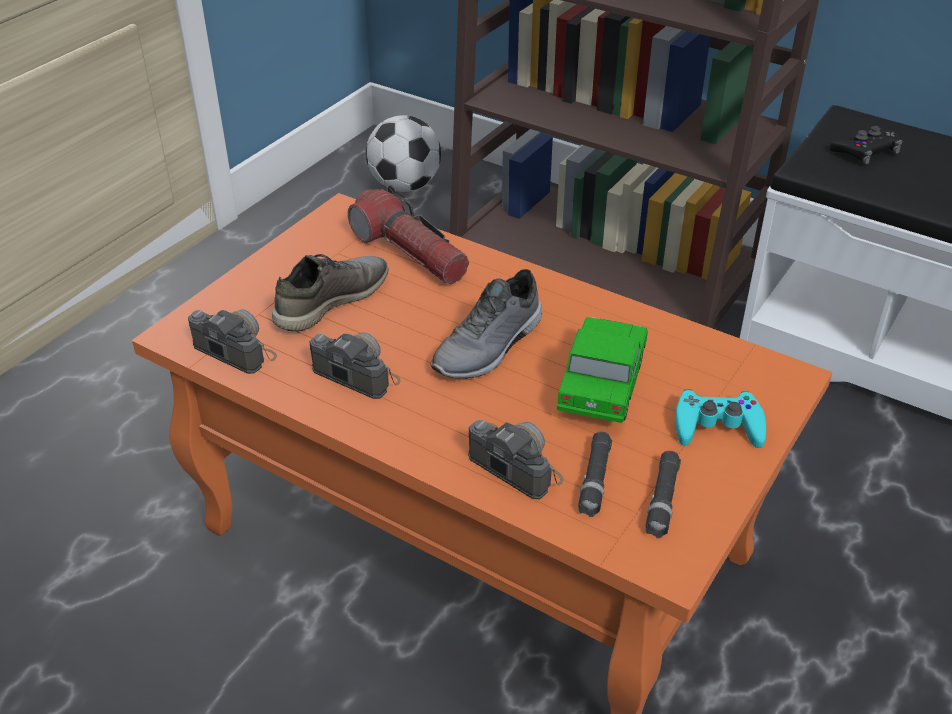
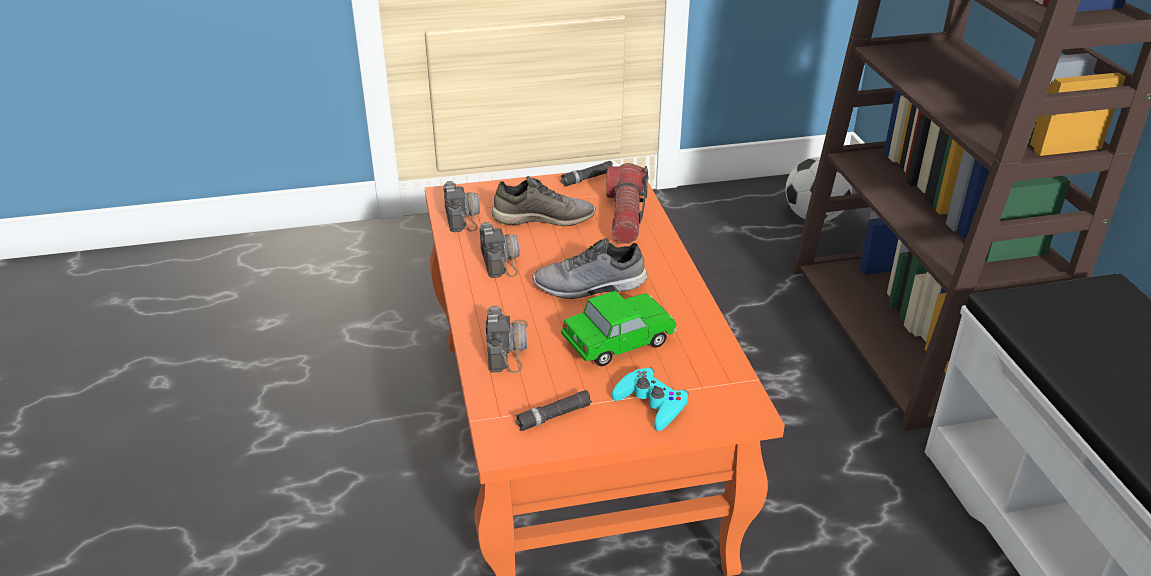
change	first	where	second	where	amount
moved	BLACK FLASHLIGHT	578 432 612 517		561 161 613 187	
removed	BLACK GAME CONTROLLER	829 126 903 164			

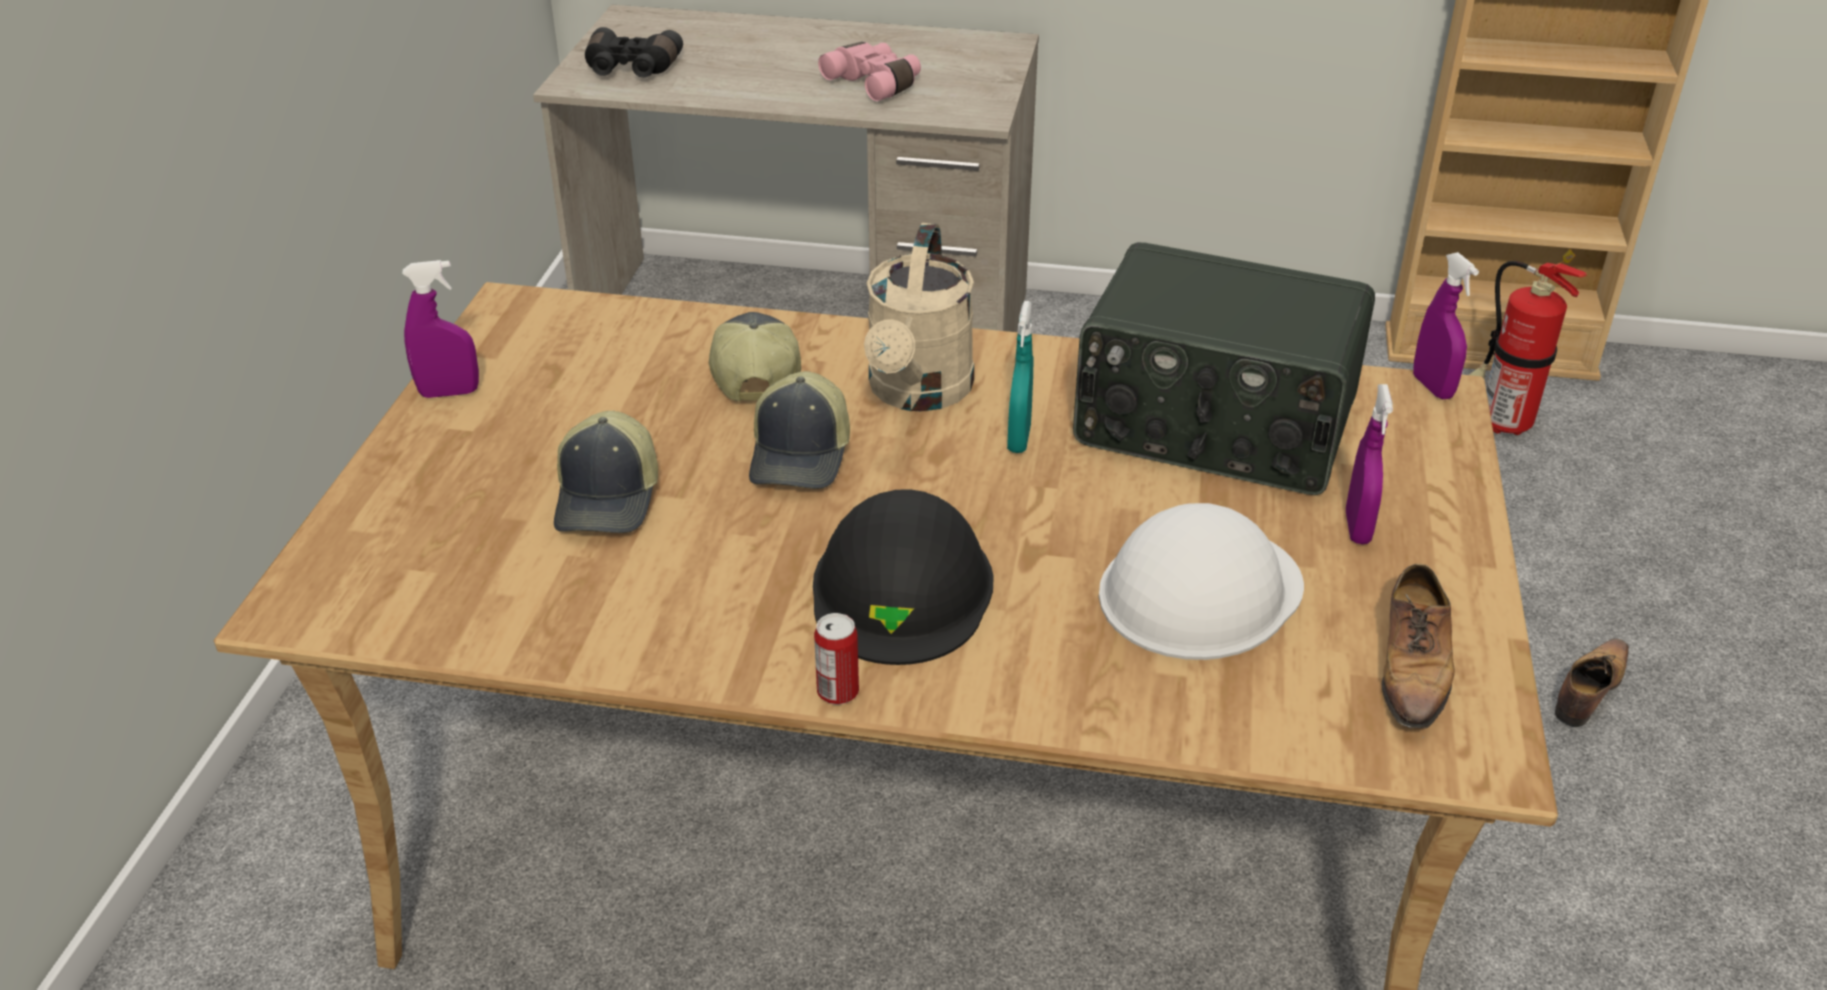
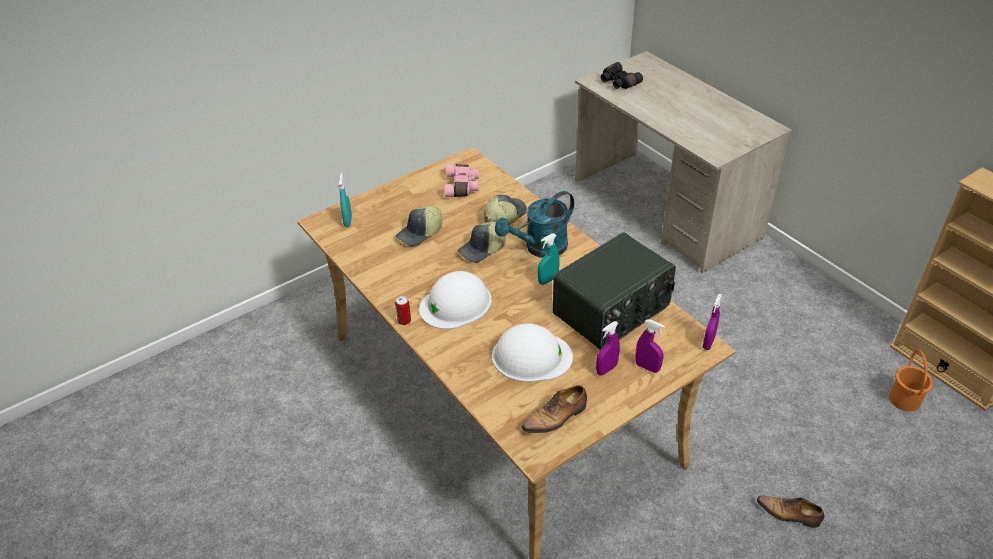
change	first	where	second	where	amount
added			TURQUOISE SPRAY BOTTLE	339 173 352 227	
recoloured	BLACK HARD HAT	813 489 994 665	WHITE HARD HAT	419 271 491 329	
moved	PINK BINOCULARS	818 42 921 101		445 164 479 197	
recoloured	BEIGE WATERING CAN	864 223 974 411	TURQUOISE WATERING CAN	495 191 574 258	
turned	RADIO	1073 242 1375 495		553 233 676 350	105 degrees counterclockwise
moved	PURPLE SPRAY BOTTLE	402 260 479 398		636 319 665 373	
turned	SHOE	1555 639 1629 727		757 496 824 528	150 degrees counterclockwise
replaced	FIRE EXTINGUISHER	1469 249 1587 435	ORANGE BUCKET	889 349 933 411	

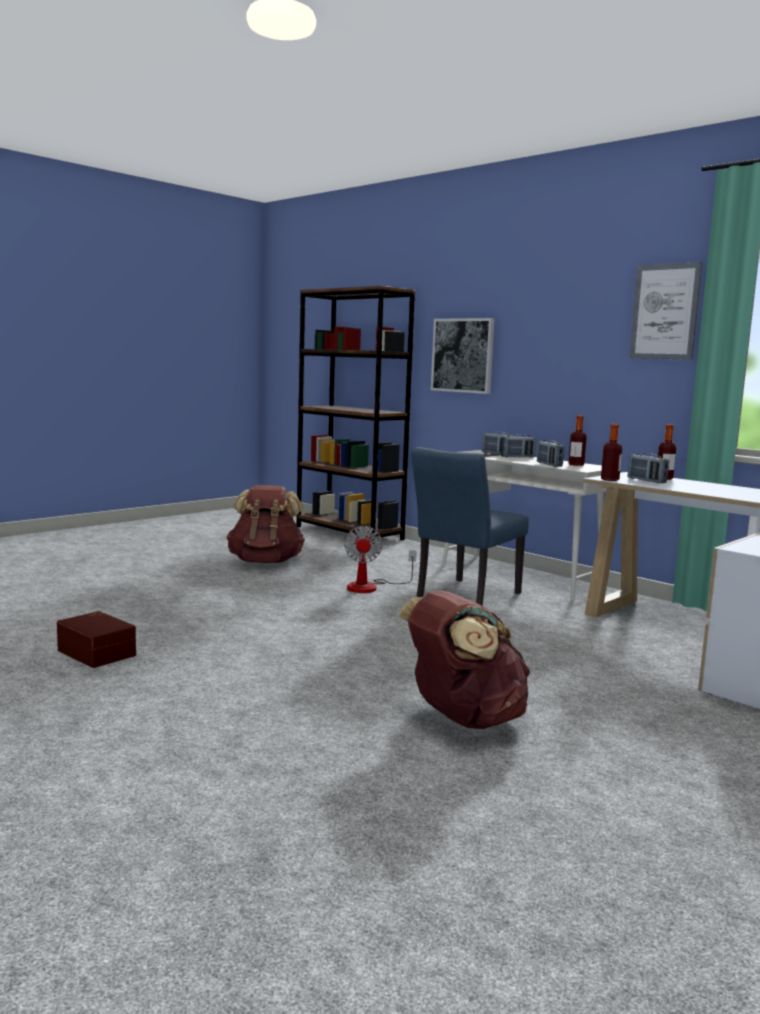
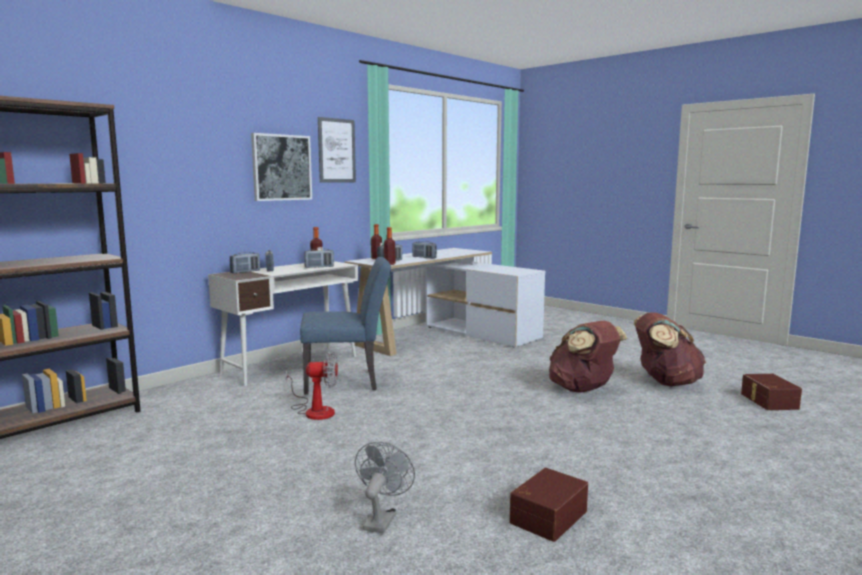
change	first	where	second	where	amount
moved	PICTURE	431 318 495 394		251 133 312 201	
turned	BLUE CHAIR	411 447 529 606		300 257 391 395	45 degrees counterclockwise
added			GREY FAN	355 442 415 534	
added			RADIO	412 241 437 259	
moved	BROWN BACKPACK	227 485 305 563		633 312 706 387	
added			BROWN STORAGE BOX	741 374 802 410	

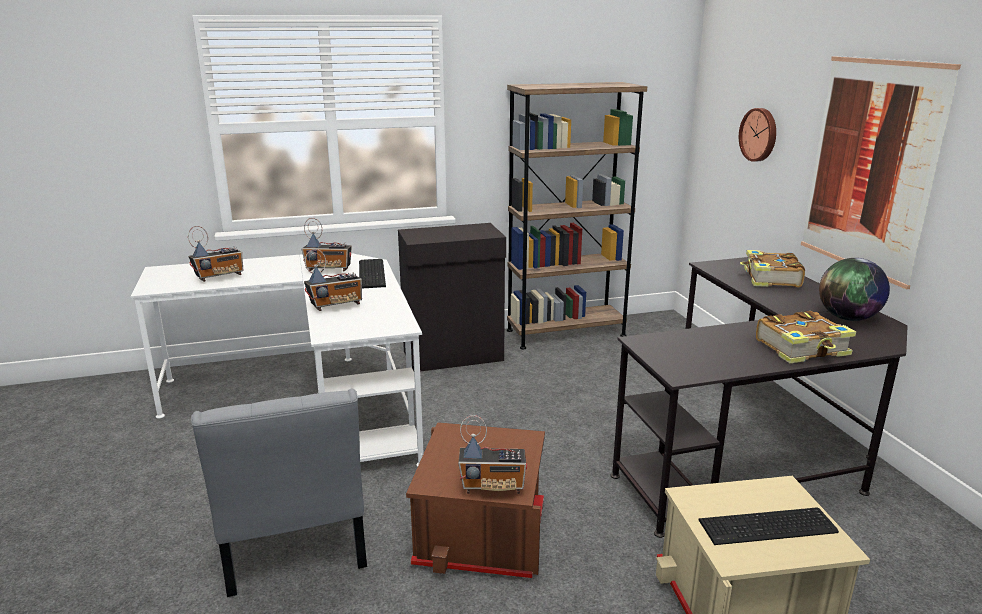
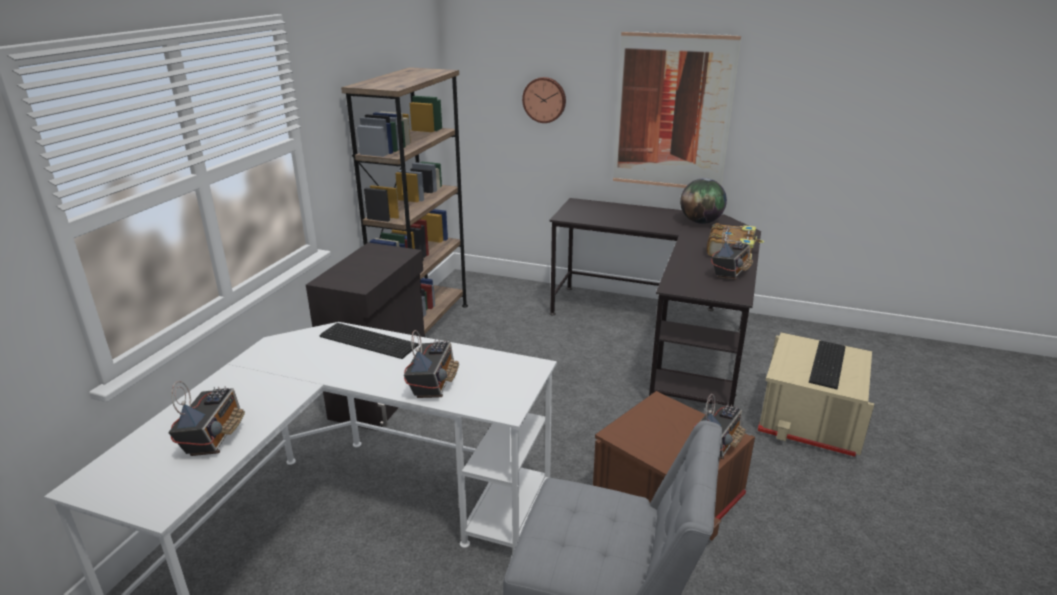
change	first	where	second	where	amount
moved	RADIO	302 218 352 271		711 226 753 280	
removed	BOOK	740 250 805 287			

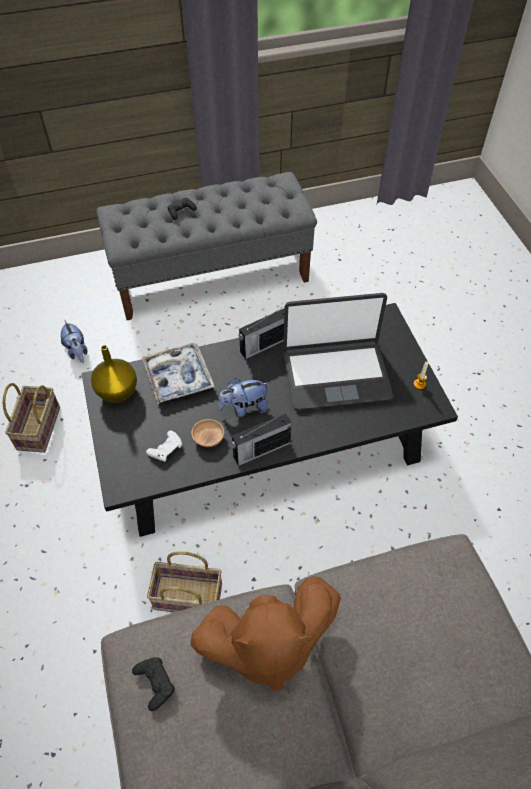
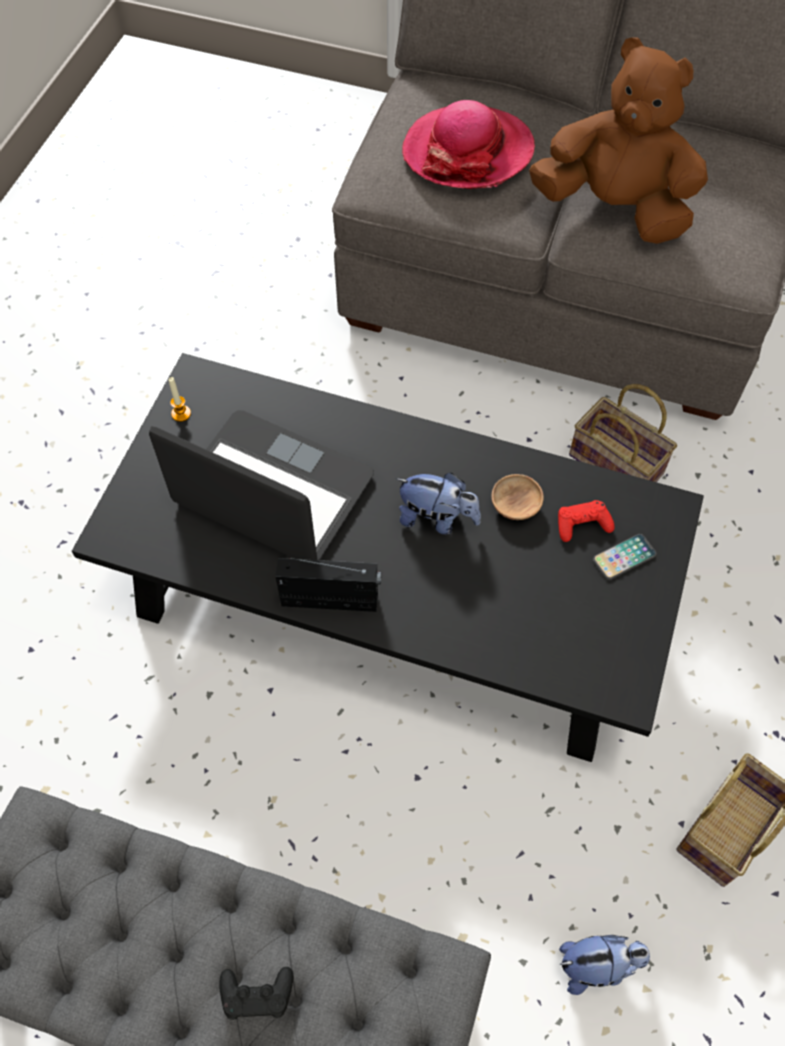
change	first	where	second	where	amount
added			HAT	402 100 535 189	
recoloured	WHITE GAME CONTROLLER	146 430 182 462	RED GAME CONTROLLER	558 500 615 542	
turned	PLUSH TOY	61 320 88 363		559 935 650 995	75 degrees clockwise
added			PHONE	593 534 657 580	
removed	YELLOW VASE	91 345 137 403			
removed	BLACK GAME CONTROLLER	132 657 175 711			
removed	TRAY	142 343 215 404			
removed	RADIO	231 413 292 466			

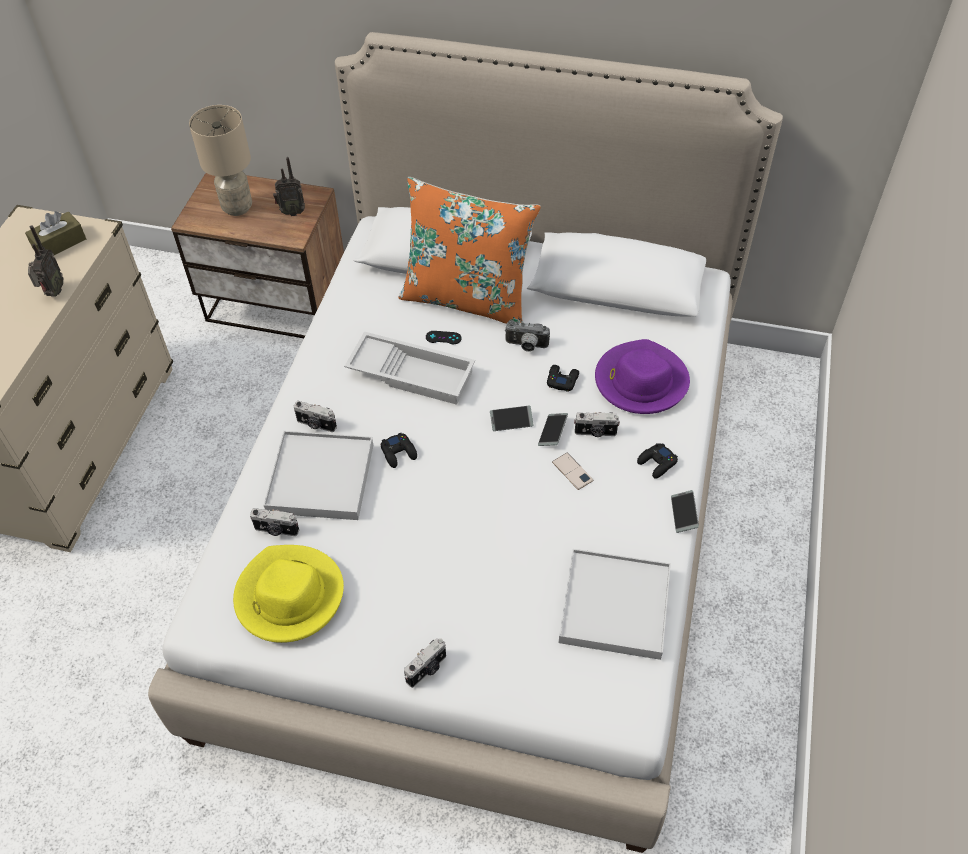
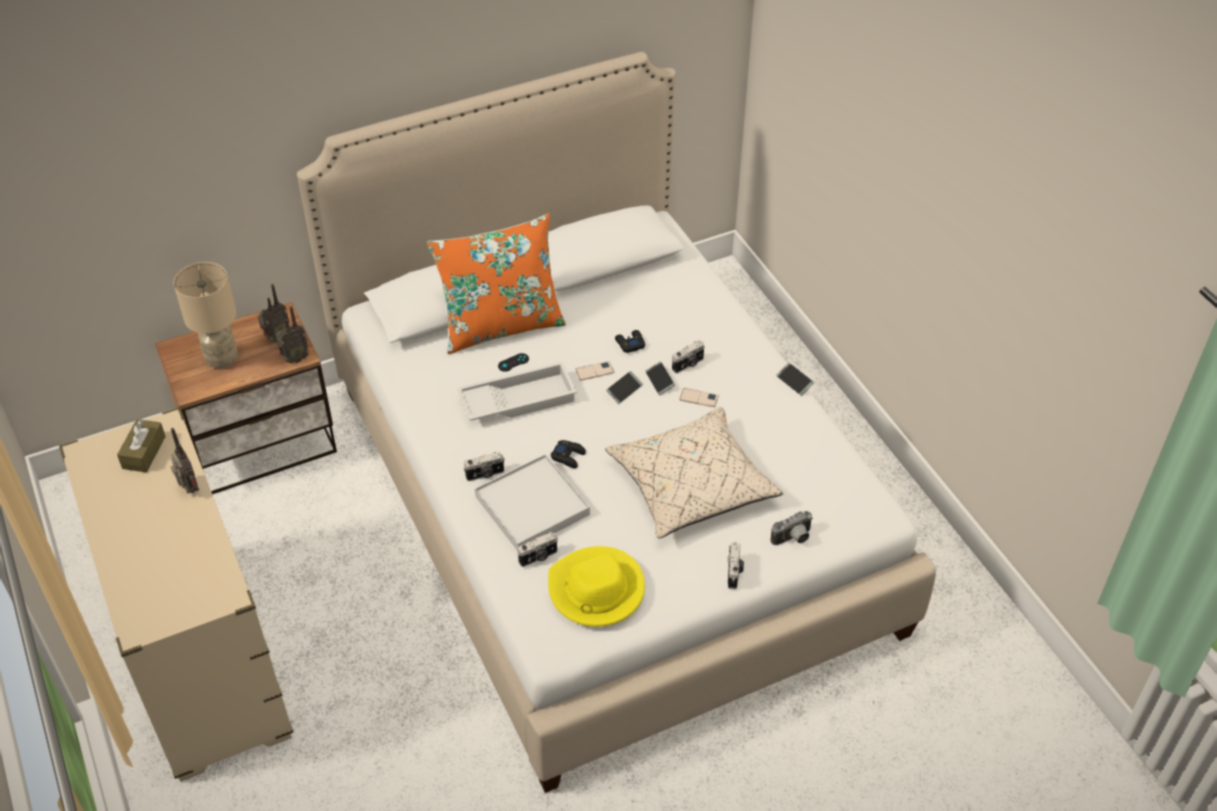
change	first	where	second	where	amount
added			RADIO	276 306 309 363	
added			PHONE	575 361 614 381	
added			BEIGE PILLOW	605 407 784 539	
moved	PHOTO CAMERA	505 320 550 352		771 511 813 545	
removed	WHITE TRAY	559 549 671 660			
removed	PURPLE HAT	595 339 690 414			
removed	BLACK GAME CONTROLLER	637 443 678 479			

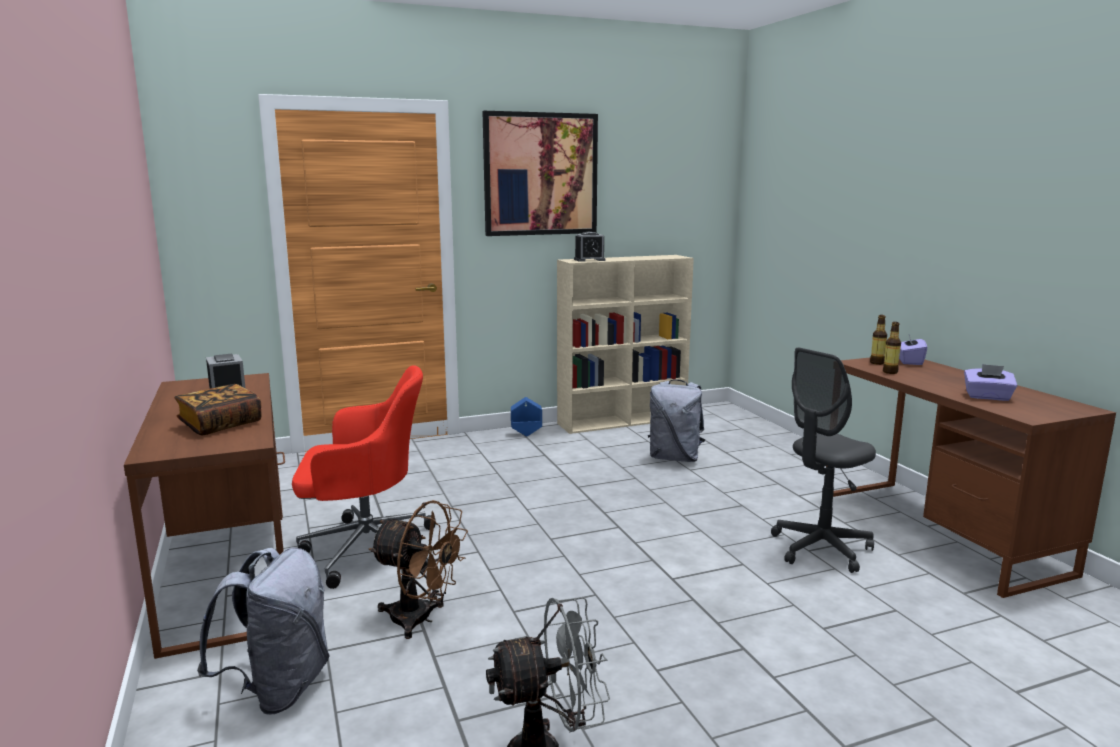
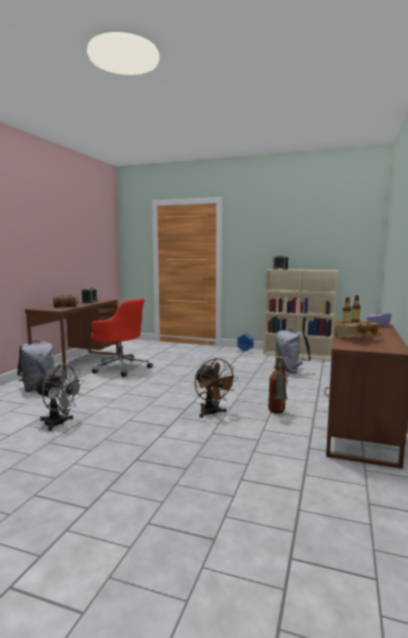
change	first	where	second	where	amount
moved	BROWN FAN	369 500 468 639		195 358 238 418	
replaced	GREY OFFICE CHAIR	771 348 876 573	FIRE EXTINGUISHER	268 356 288 414	
replaced	PURPLE TISSUE BOX	964 364 1017 401	BOOK	335 321 381 338	
removed	PICTURE	482 111 598 236			

